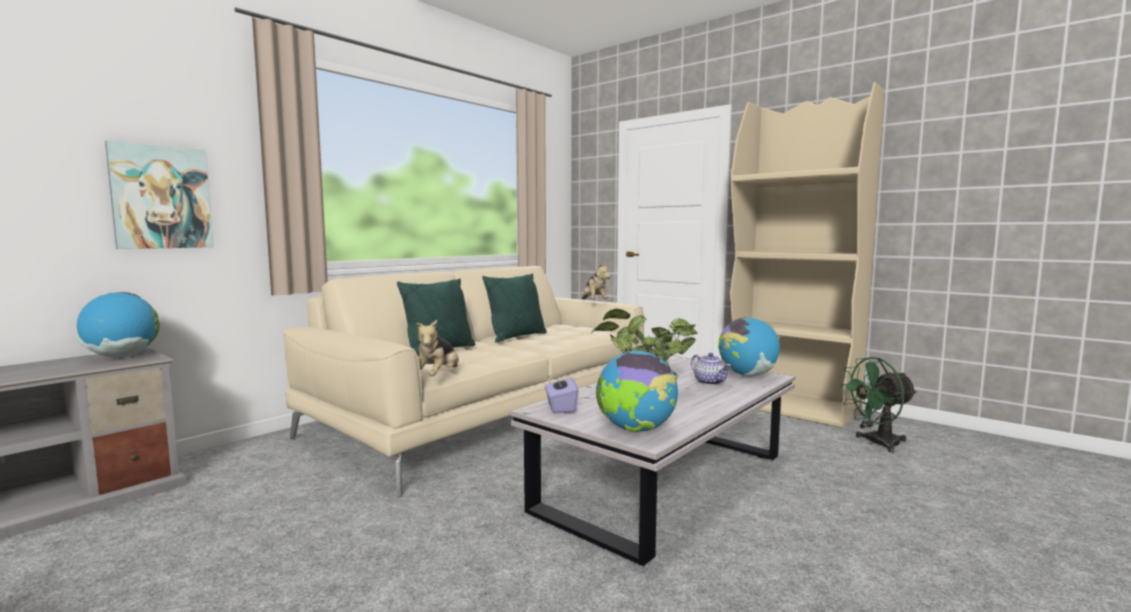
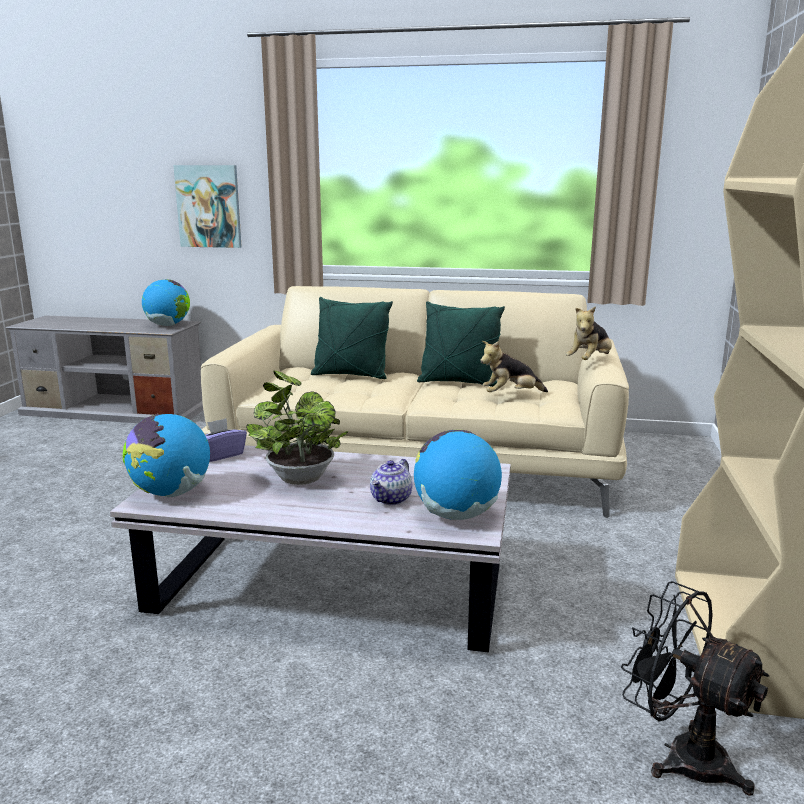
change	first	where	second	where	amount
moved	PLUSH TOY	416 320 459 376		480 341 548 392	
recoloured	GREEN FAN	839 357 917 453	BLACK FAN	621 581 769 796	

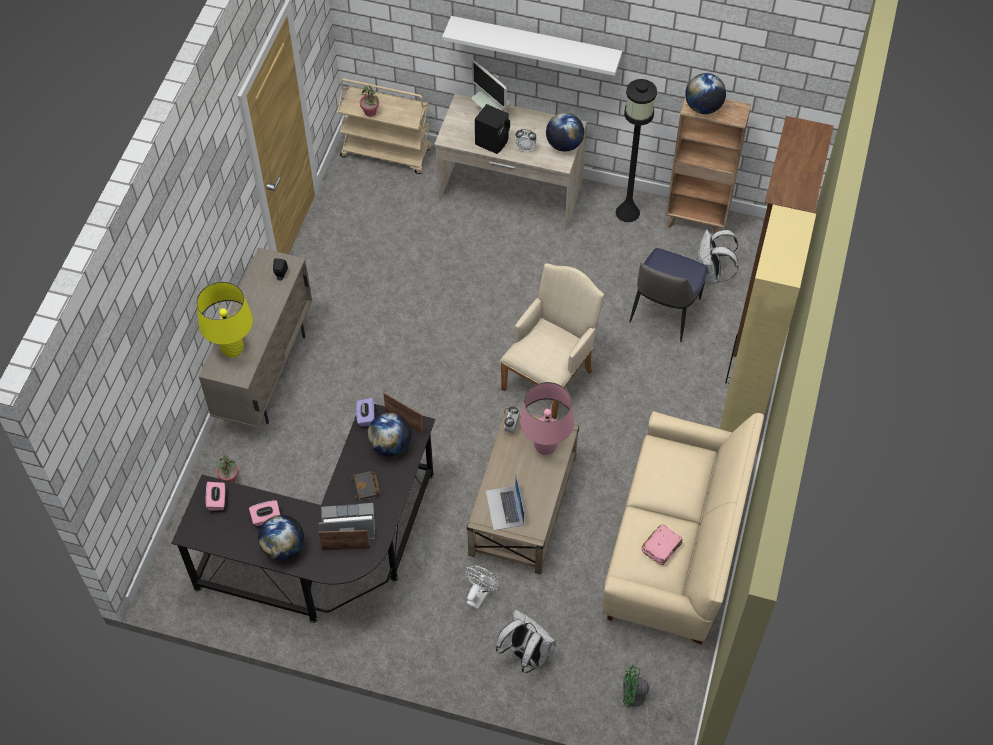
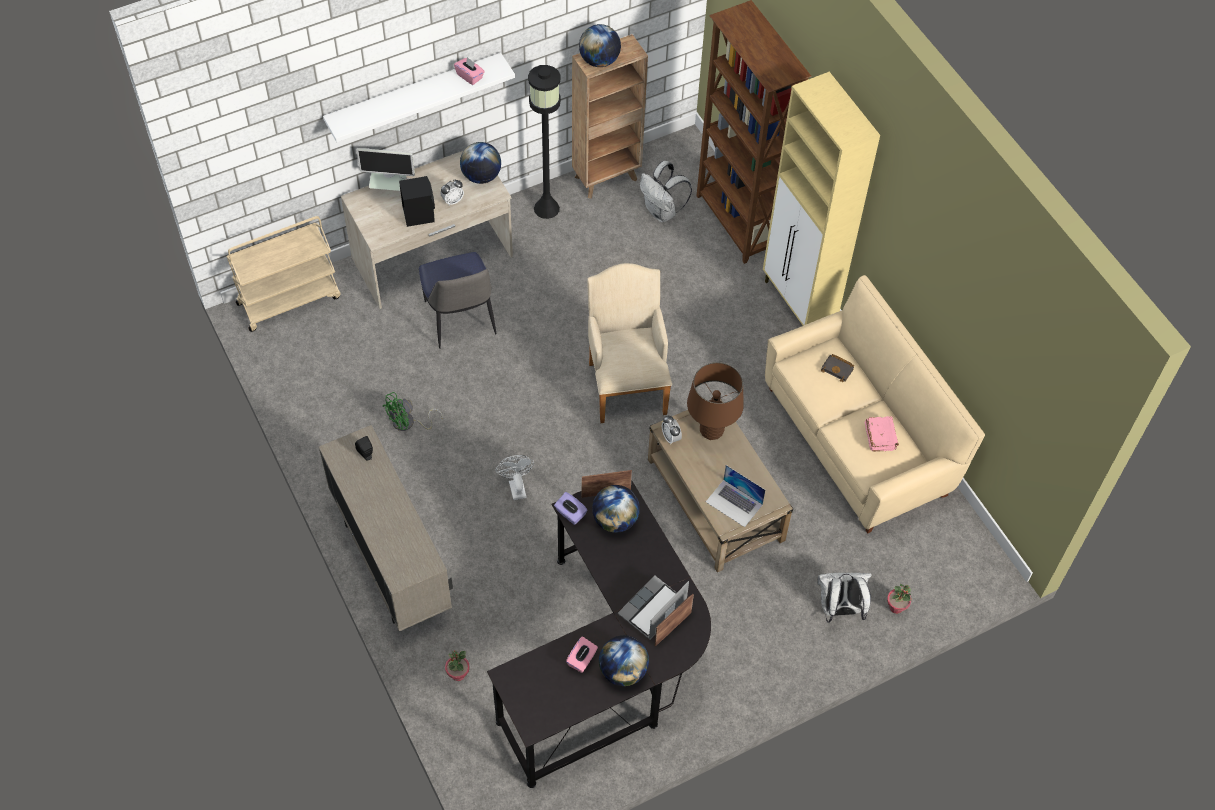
change	first	where	second	where	amount
moved	GREEN FAN	623 665 671 721		382 392 443 431	
moved	CHAIR	629 248 708 342		419 252 496 349	
moved	PINK TISSUE BOX	206 482 225 511		454 57 485 85	
moved	WHITE FAN	465 565 499 610		495 455 534 500	
recoloured	PINK TABLE LAMP	520 382 574 455	BROWN TABLE LAMP	687 362 744 440	
moved	BLACK BOOK	351 471 380 501		821 354 854 383	
moved	POTTED PLANT	360 85 379 117		887 584 911 614	
removed	YELLOW TABLE LAMP	196 282 253 358			

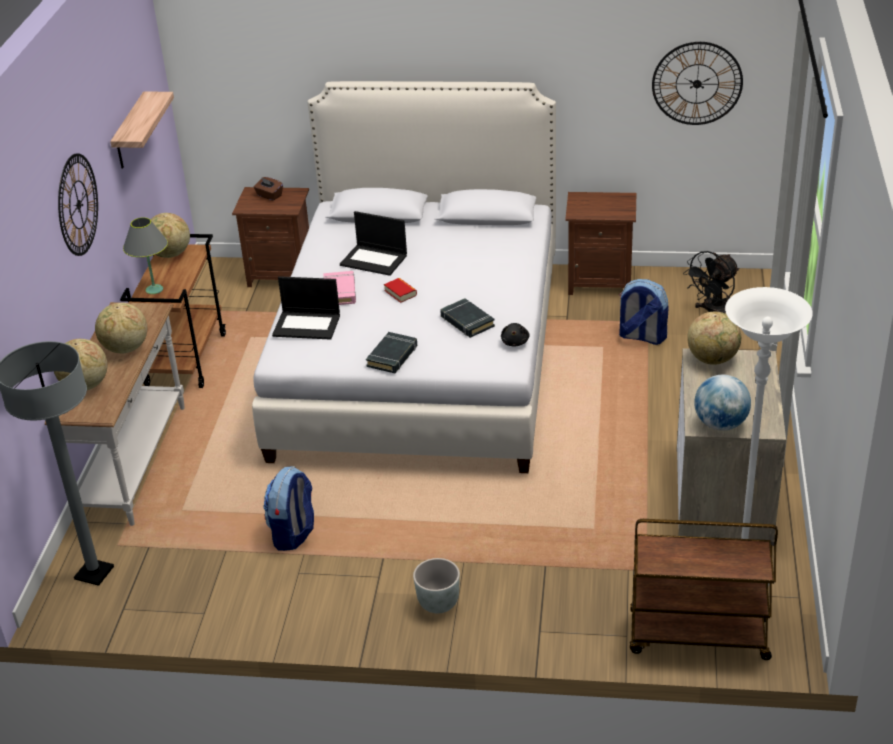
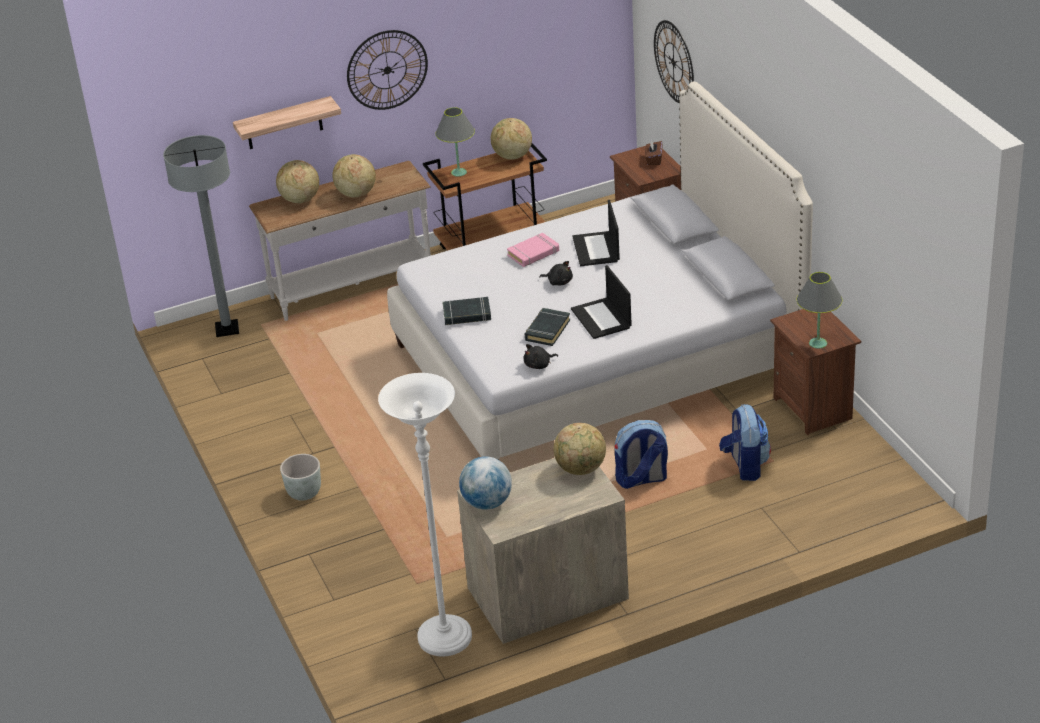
change	first	where	second	where	amount
moved	SHELF	110 92 174 169		233 96 341 149	
replaced	BOOK	384 278 417 303	BLACK PLUSH TOY	539 261 573 285	
moved	LAPTOP	272 276 340 340		571 265 632 339	
moved	BACKPACK	264 466 314 551		615 420 668 489	
moved	WALL CLOCK	652 42 743 125		654 20 694 104	
added			GREY TABLE LAMP	797 272 842 349	
removed	BROWN CART	630 519 778 660			
removed	BLACK FAN	683 251 739 313			

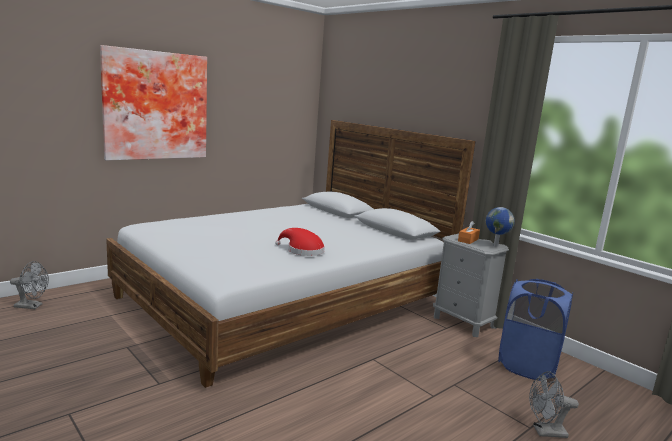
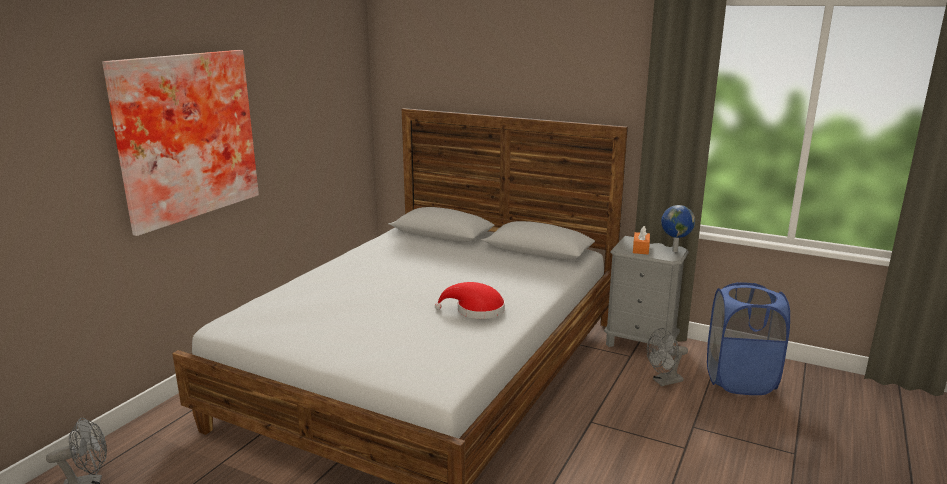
change	first	where	second	where	amount
moved	GREY FAN	529 371 579 438		647 328 688 386	

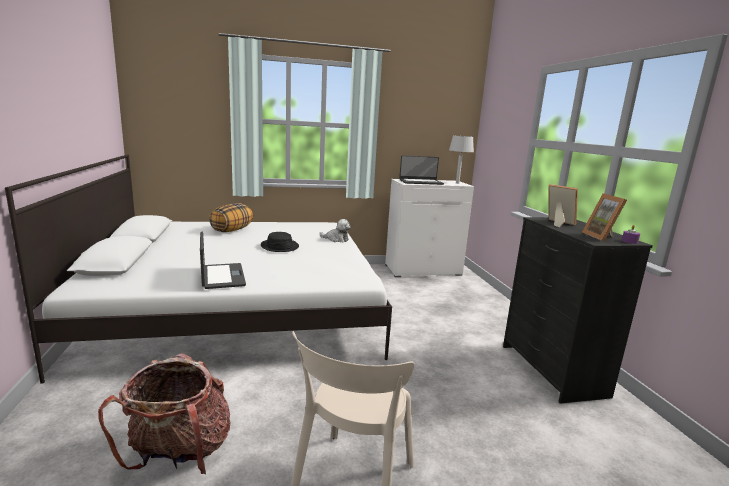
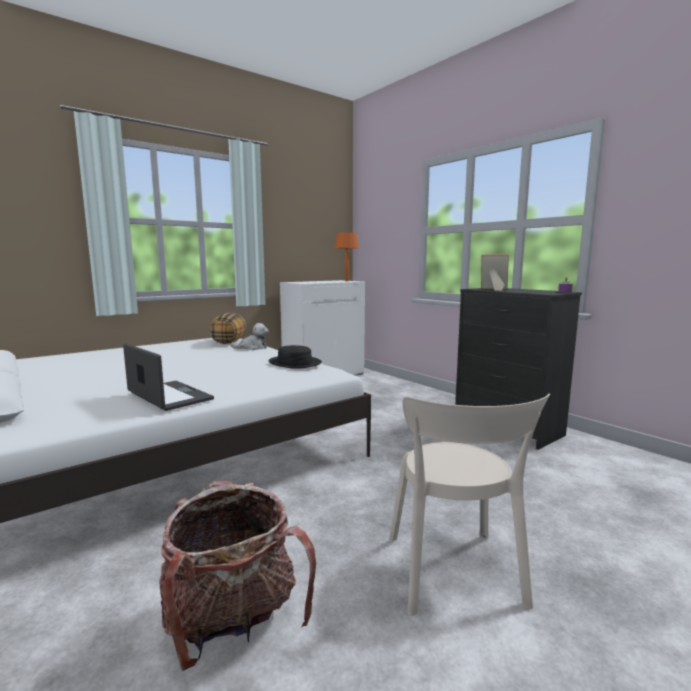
change	first	where	second	where	amount
moved	PILLOW	209 203 253 232		209 312 246 344	
moved	BLACK HAT	261 232 299 252		268 345 322 369	
recoloured	GREY TABLE LAMP	449 136 474 184	ORANGE TABLE LAMP	335 232 359 281	
removed	LAPTOP	399 155 444 185			
removed	PICTURE FRAME	582 193 627 241			

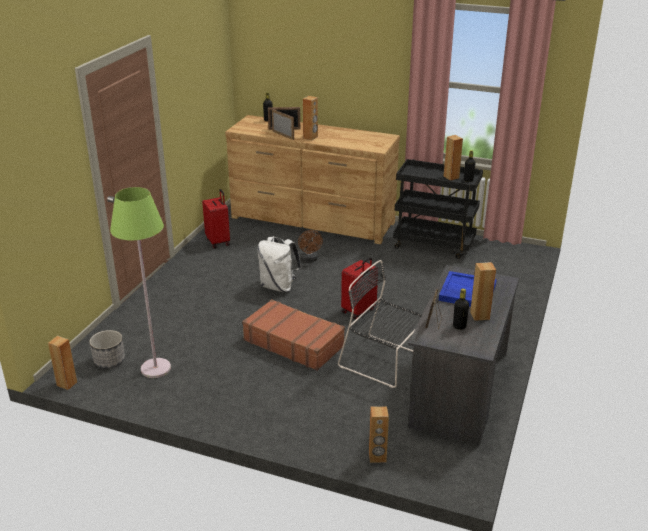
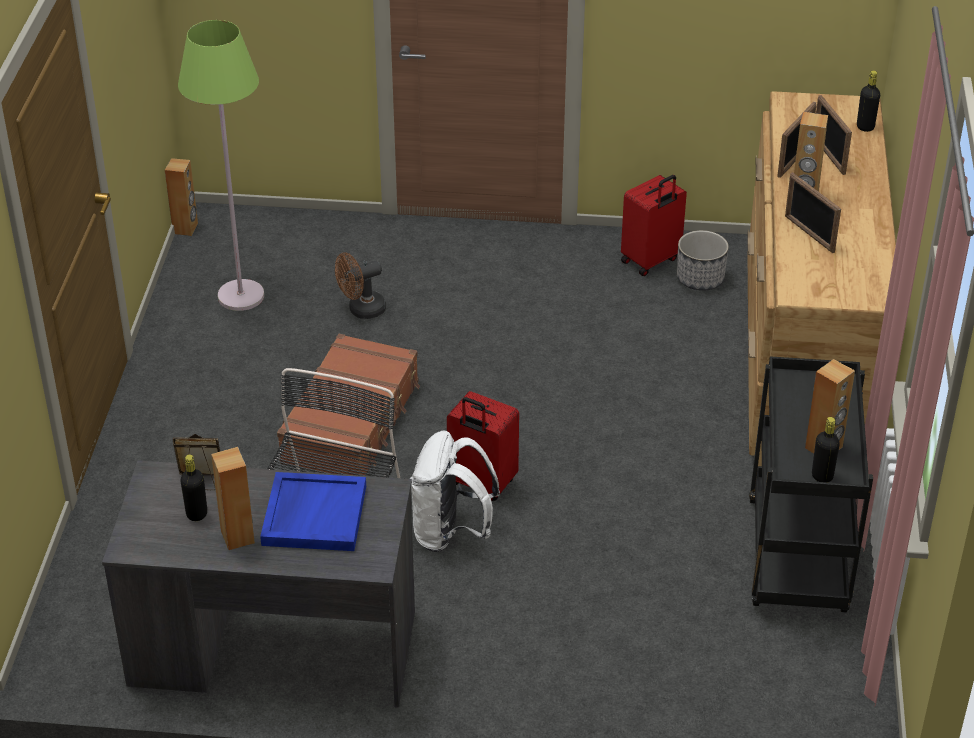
change	first	where	second	where	amount
moved	BROWN FAN	298 230 323 262		335 252 386 319	
moved	WHITE BACKPACK	258 236 302 292		410 431 500 552	
moved	PLANTER	89 330 125 368		677 230 729 290	
added			PICTURE FRAME	785 172 841 253	
removed	BROWN SPEAKER	369 406 389 463			

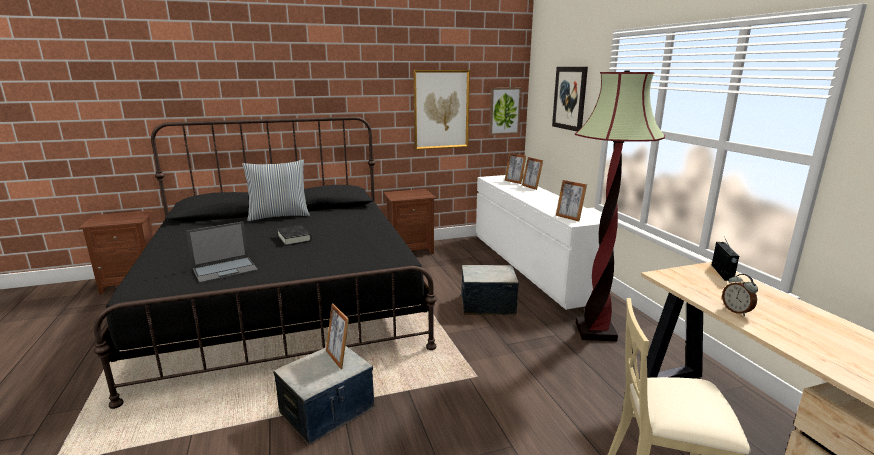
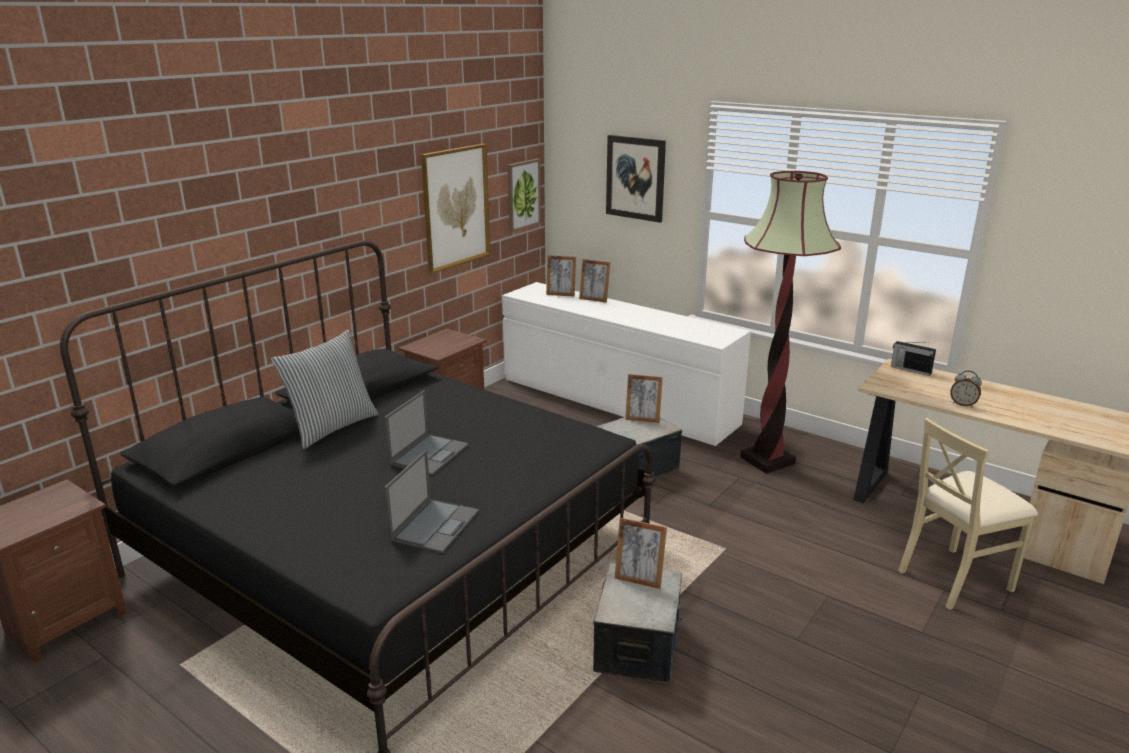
change	first	where	second	where	amount
replaced	BLACK BOOK	277 225 312 246	LAPTOP	384 390 469 475	
moved	PICTURE FRAME	556 180 587 222		625 374 663 423	
turned	RADIO	712 237 739 281		891 341 936 376	150 degrees clockwise

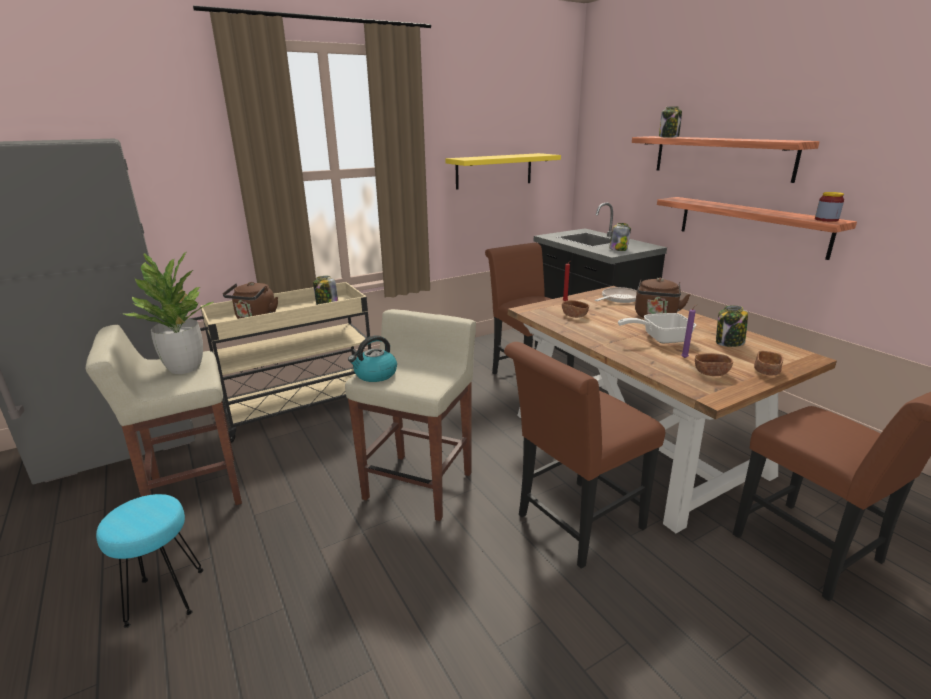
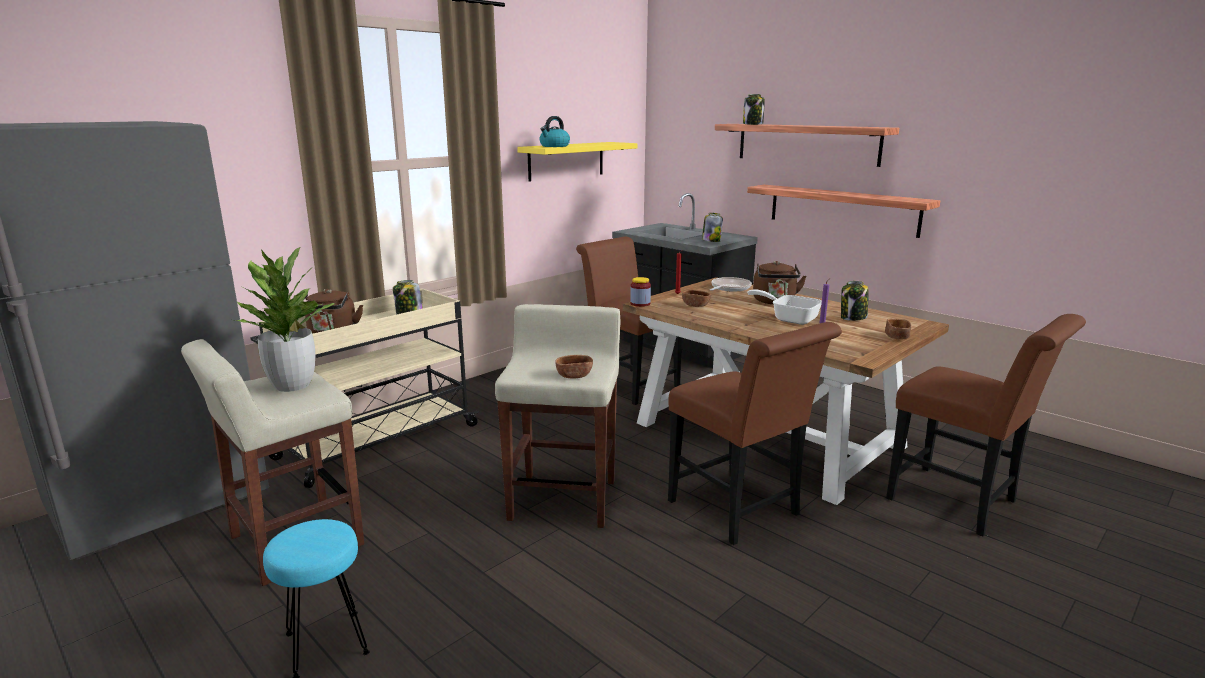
change	first	where	second	where	amount
moved	KETTLE	348 335 397 382		540 116 570 147	
moved	BROWN BOWL	695 353 733 376		555 355 593 379	
moved	JAR	815 192 844 222		630 277 651 307	
turned	BROWN CHAIR	504 342 665 569		668 322 842 545	75 degrees counterclockwise
turned	FRYING PAN	618 313 696 343		747 290 822 325	60 degrees clockwise

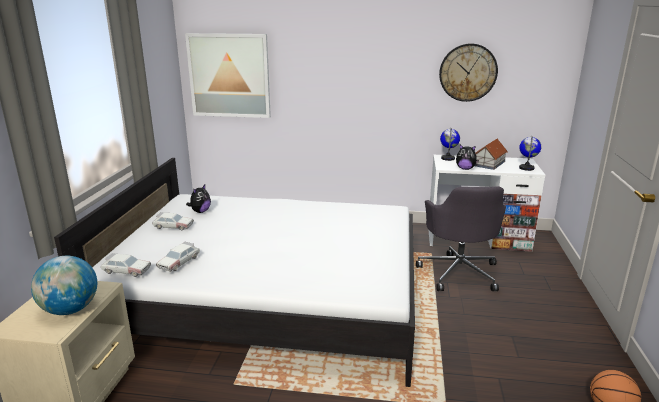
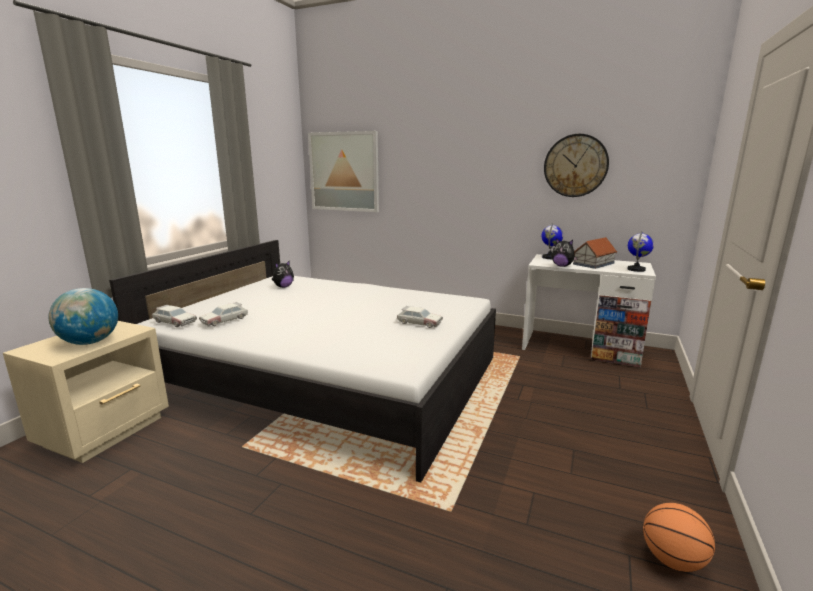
change	first	where	second	where	amount
moved	TOY CAR	152 212 194 230		397 306 443 328	
removed	GREY OFFICE CHAIR	416 186 506 291			

